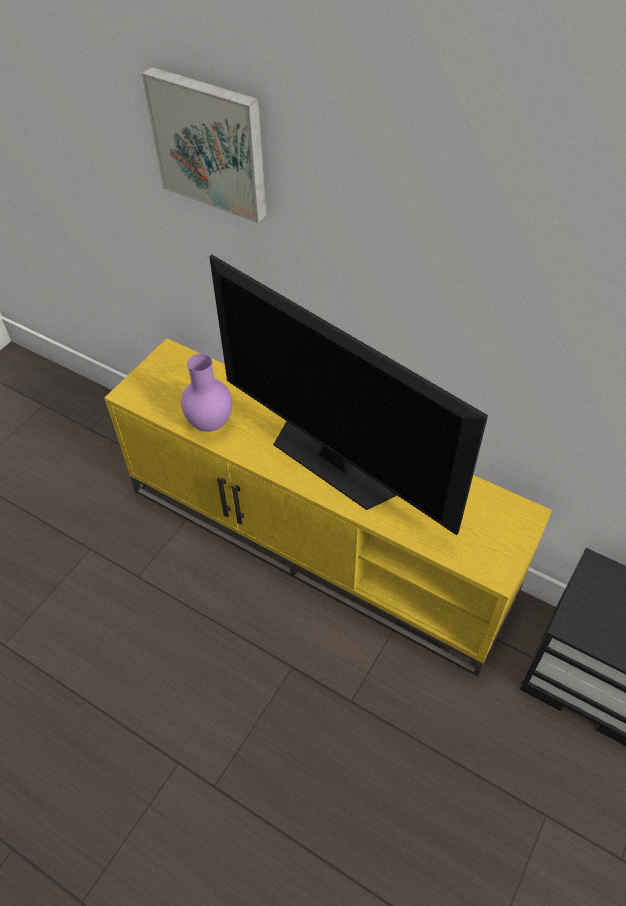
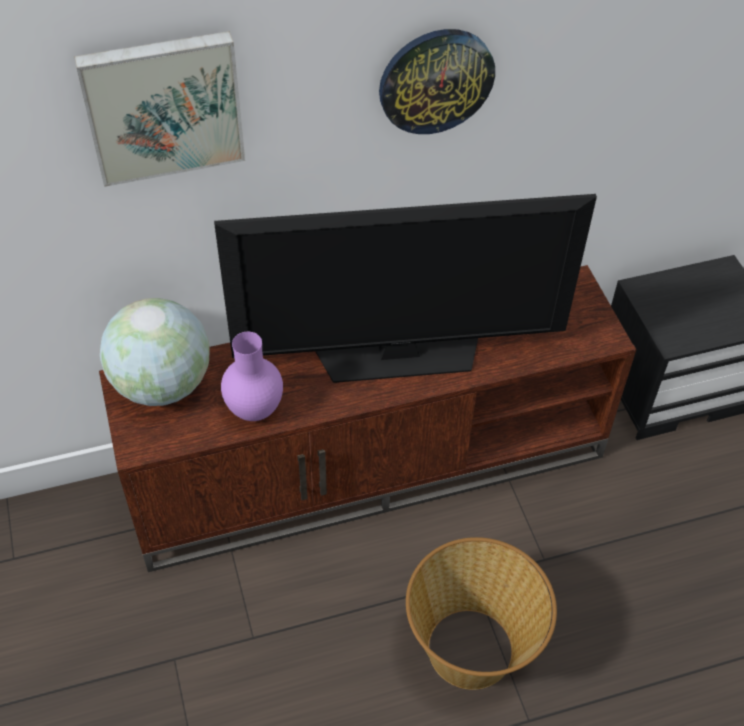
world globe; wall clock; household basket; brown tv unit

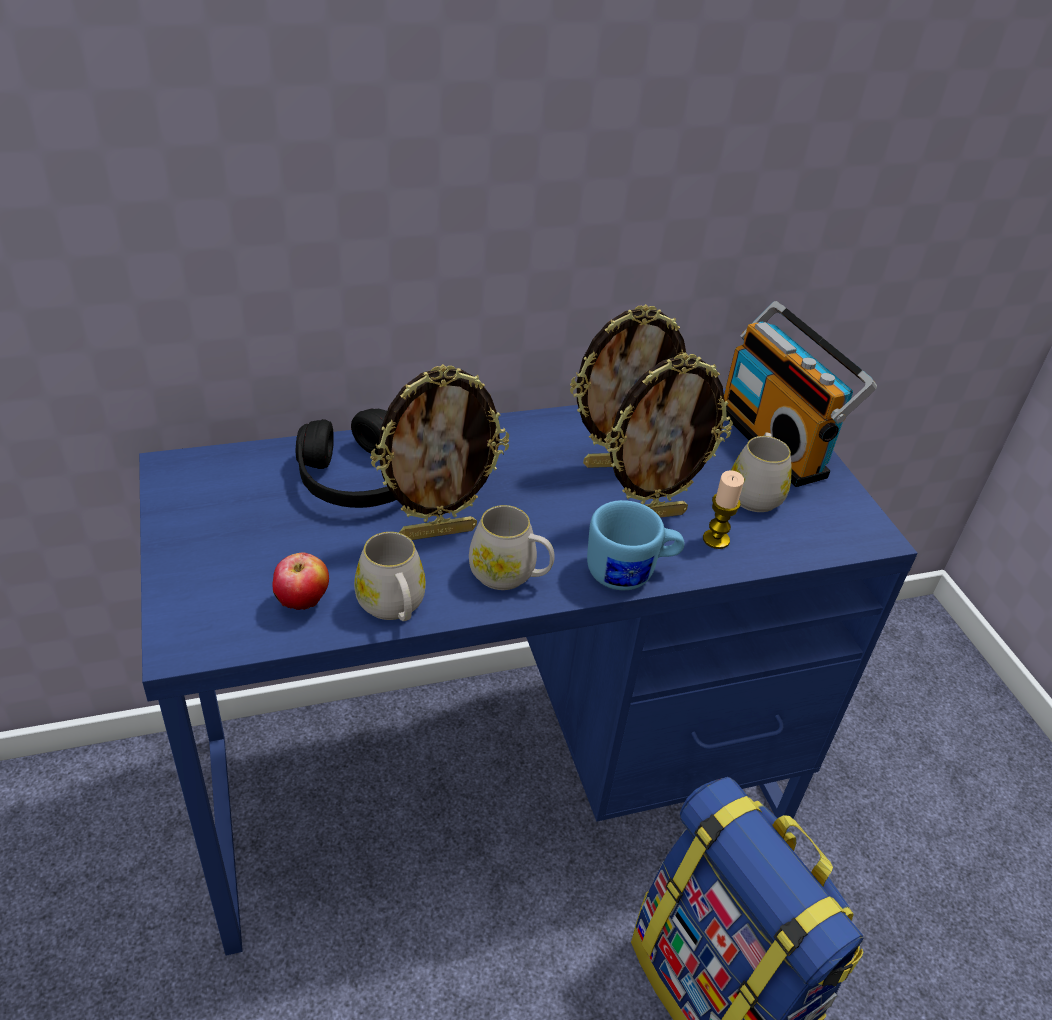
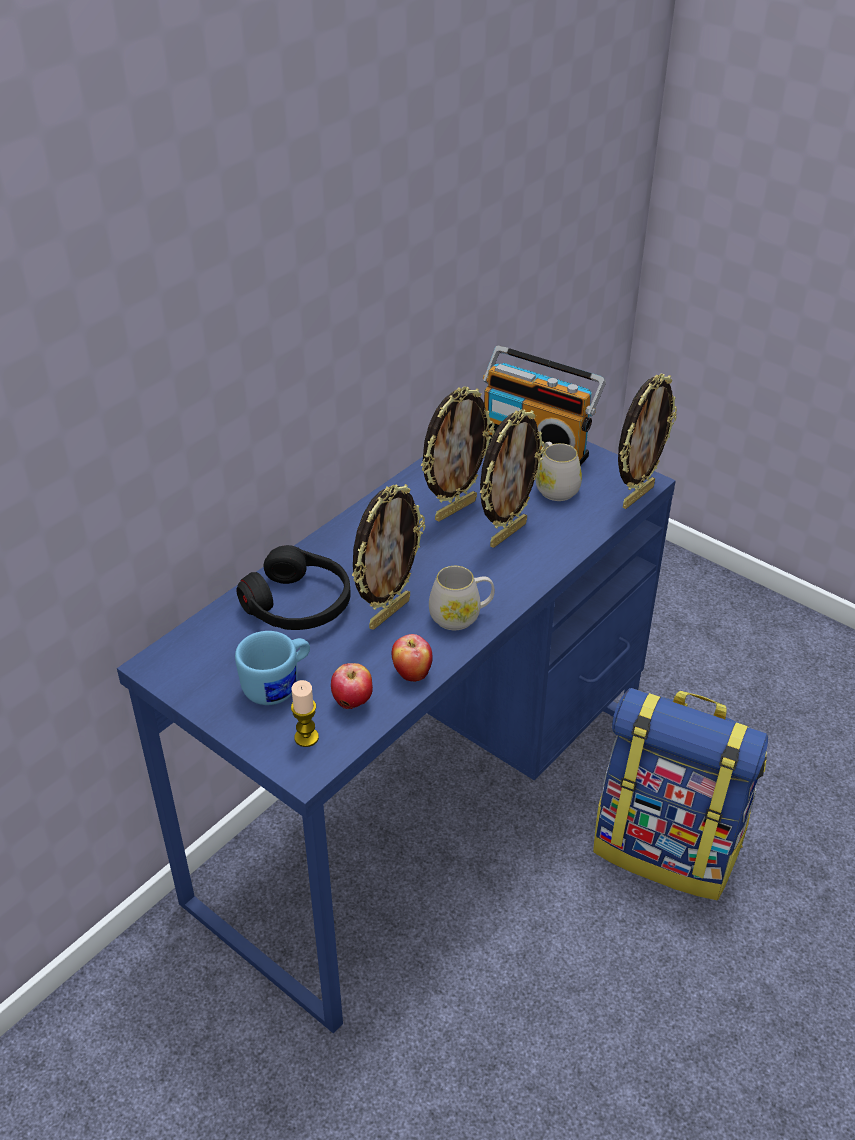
photo frame (no. 4 from left); blue-coloured mug; wax light; apple fruit (no. 2 from left)

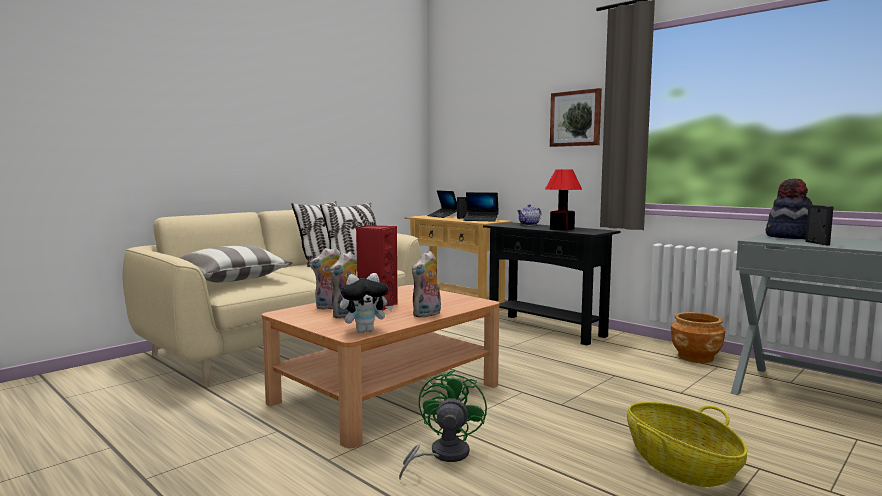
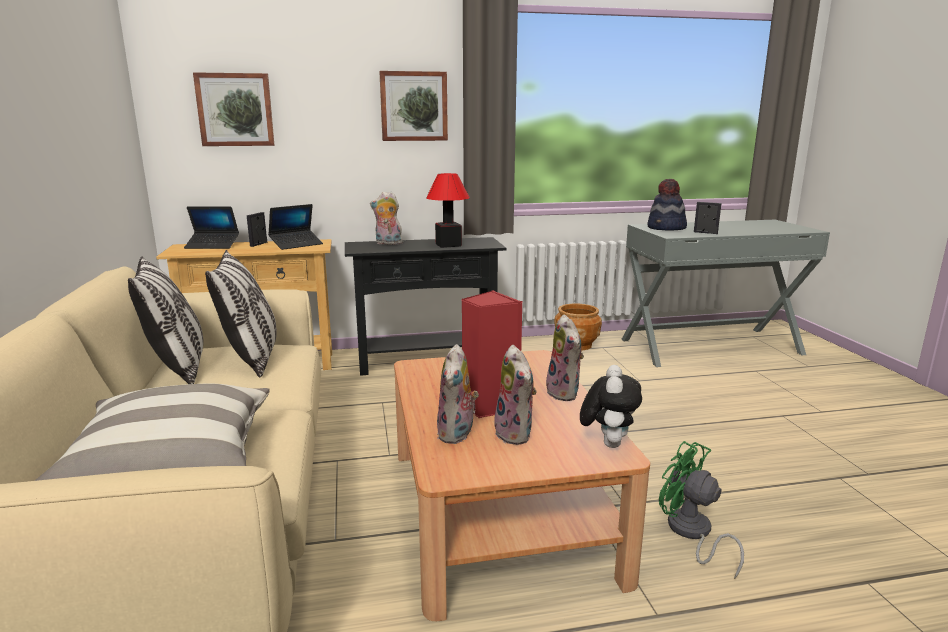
household basket; wall picture (no. 1 from left); cuddly toy (no. 1 from left)

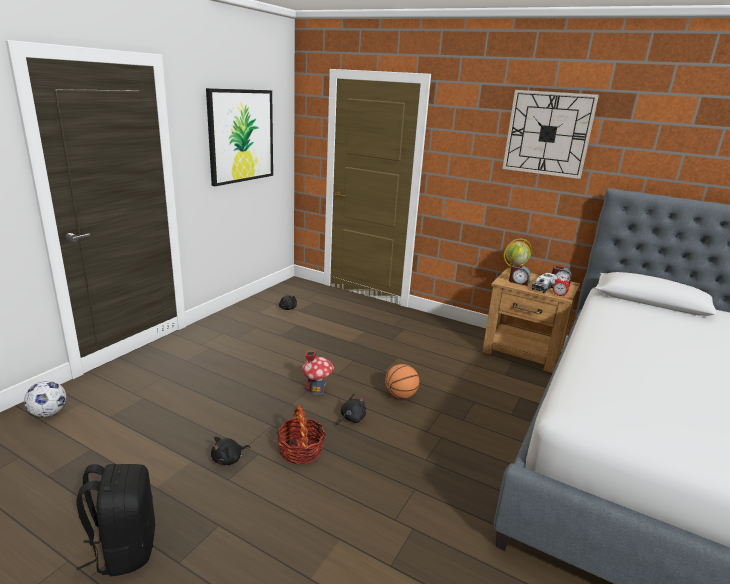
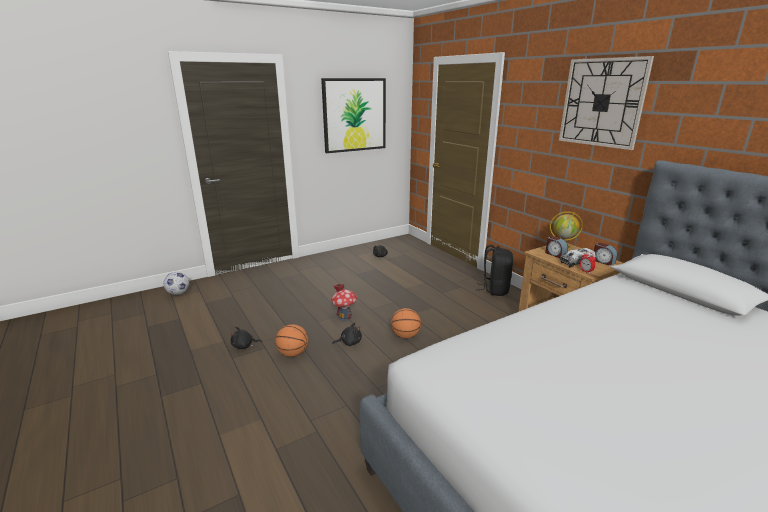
black-coloured backpack; basketball ball (no. 1 from left)

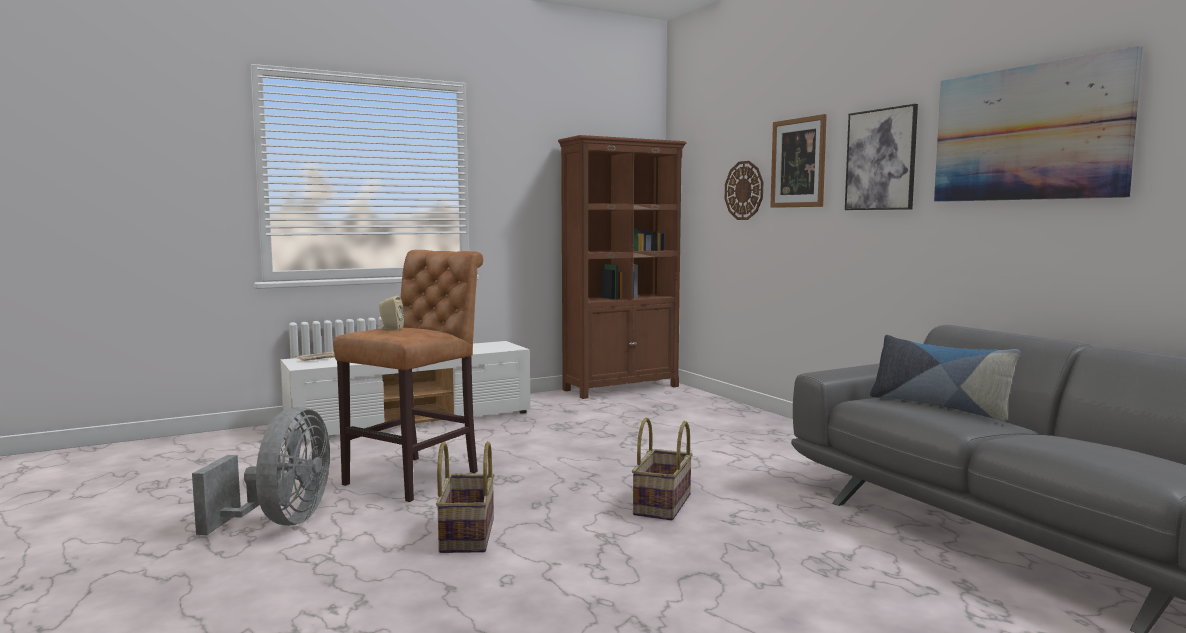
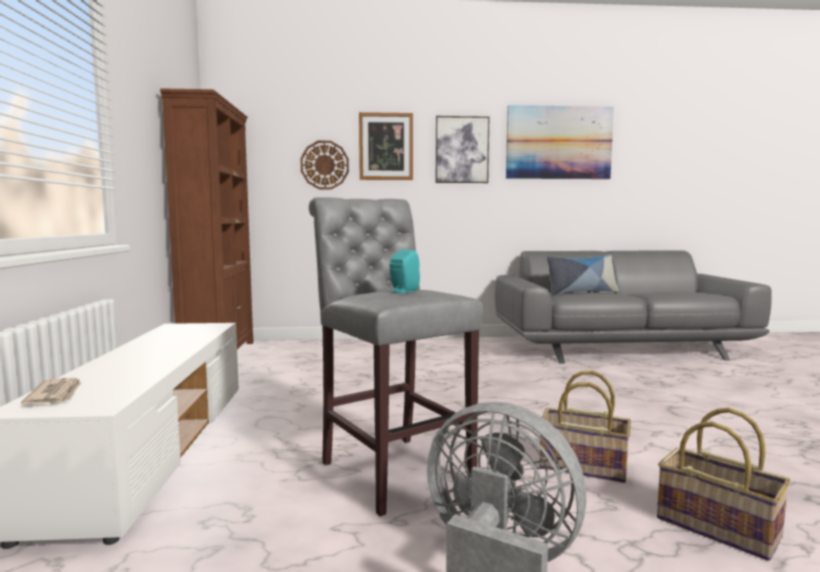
household basket (no. 2 from left); gray stool seat; turquoise-coloured speaker

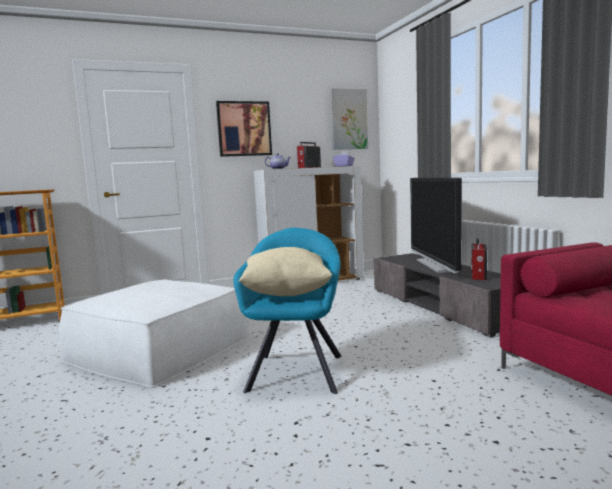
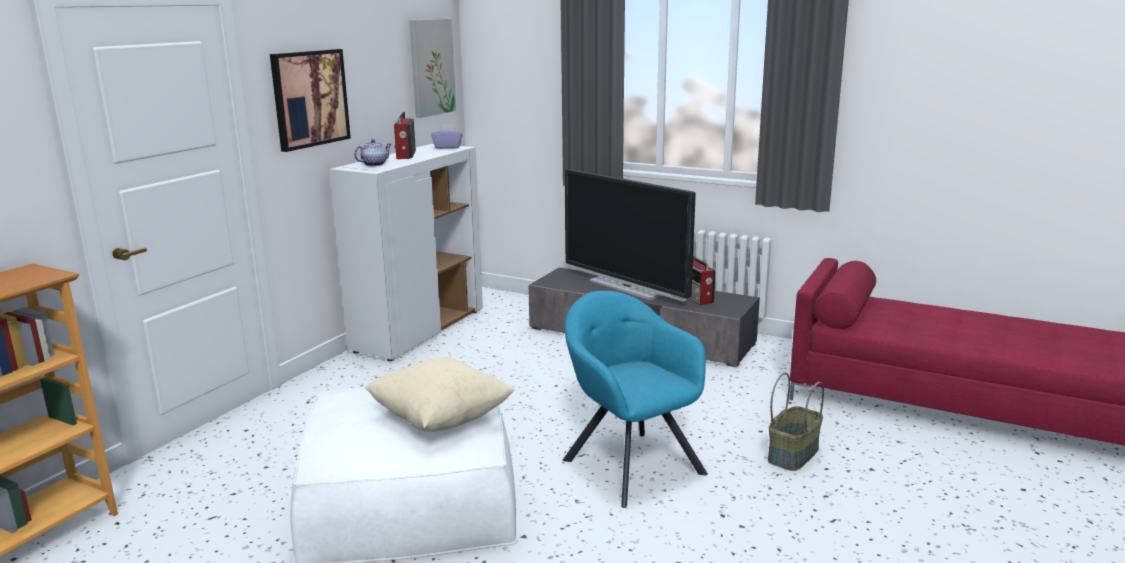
household basket; beige-coloured throw pillow

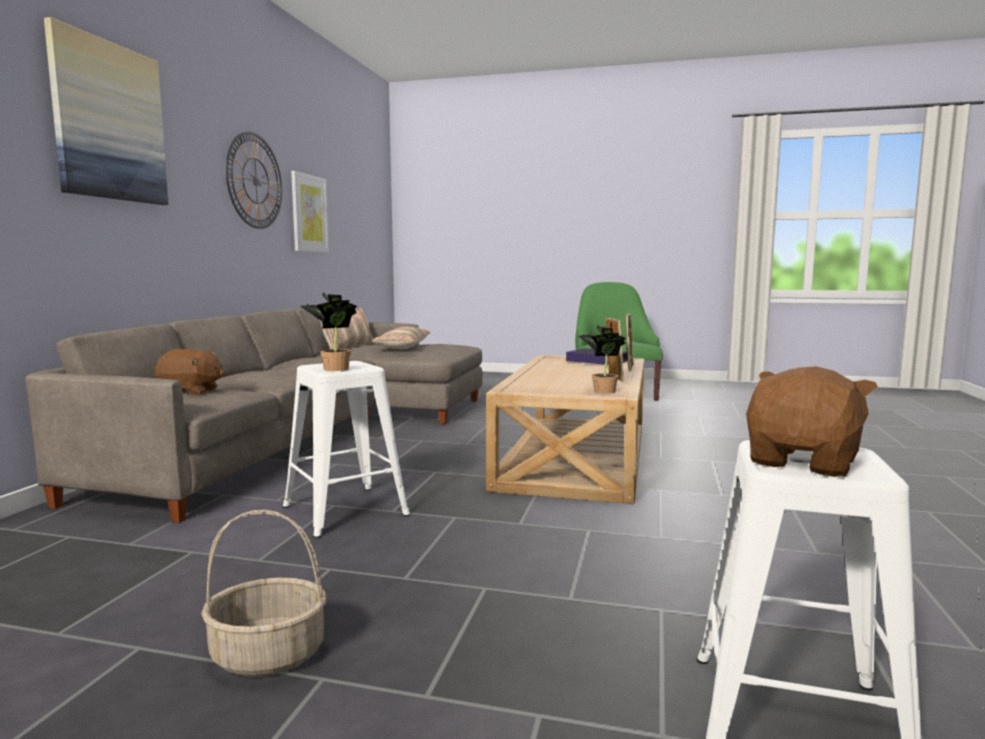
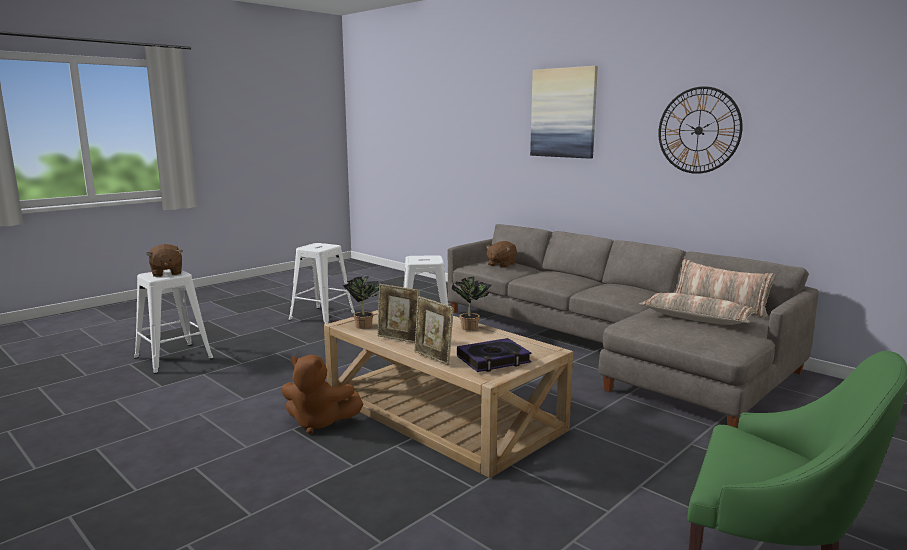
wall picture (no. 2 from left in the first image); brown cuddly toy (no. 2 from left); plant in a pot (no. 2 from left); whitish stool seat (no. 2 from left)

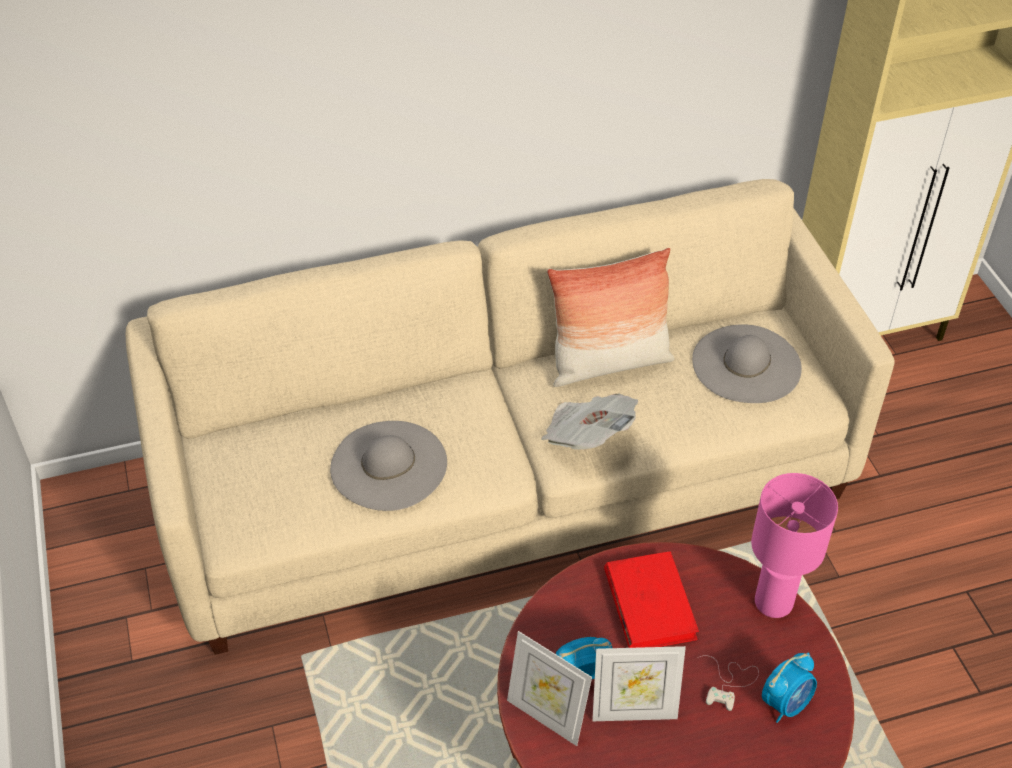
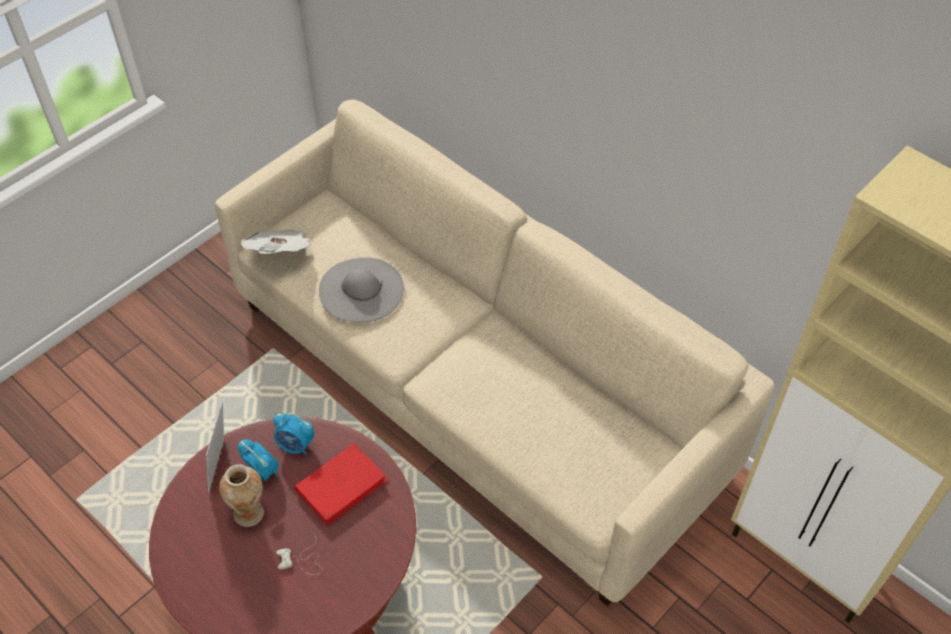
throw pillow; gray clothing hat (no. 2 from left in the first image); pinkish table lamp; daily paper; table clock (no. 2 from left); decorative vase

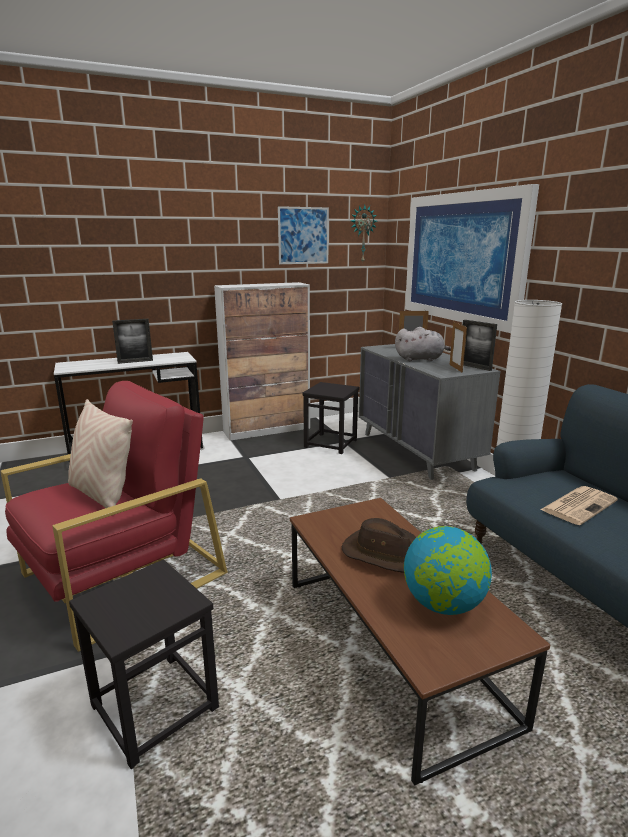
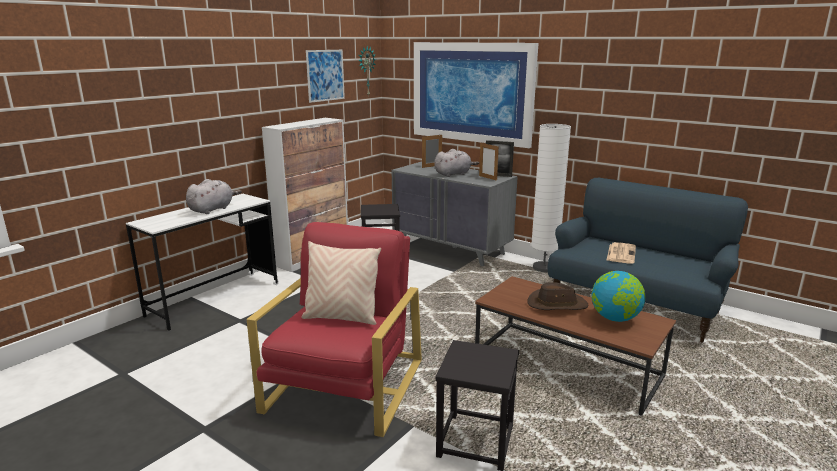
gray cuddly toy (no. 1 from left)

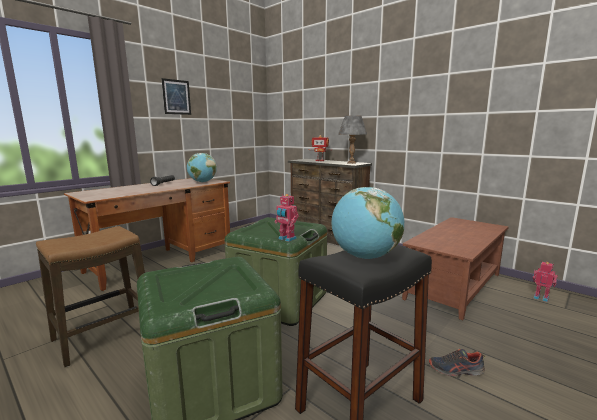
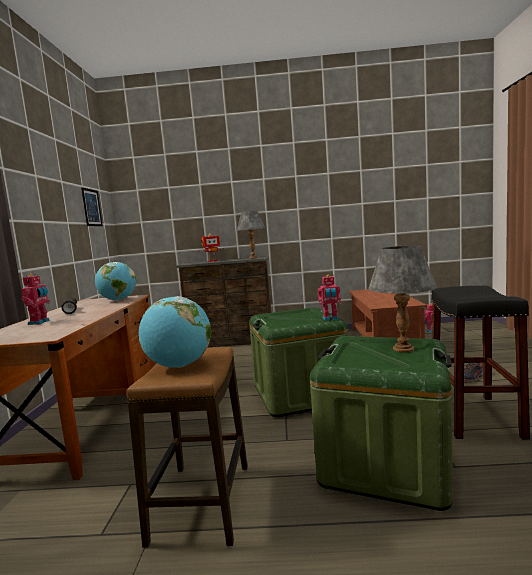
model robot (no. 1 from left); gray table lamp (no. 2 from left); wall picture; world globe (no. 2 from left)

